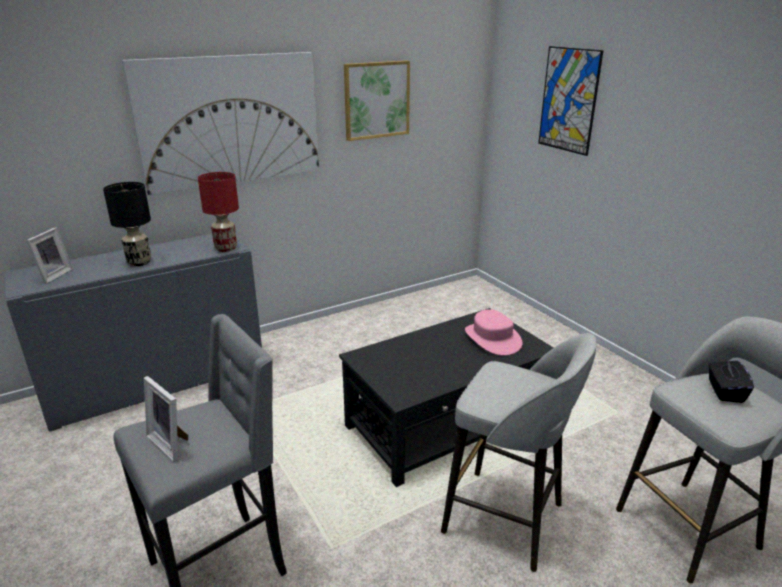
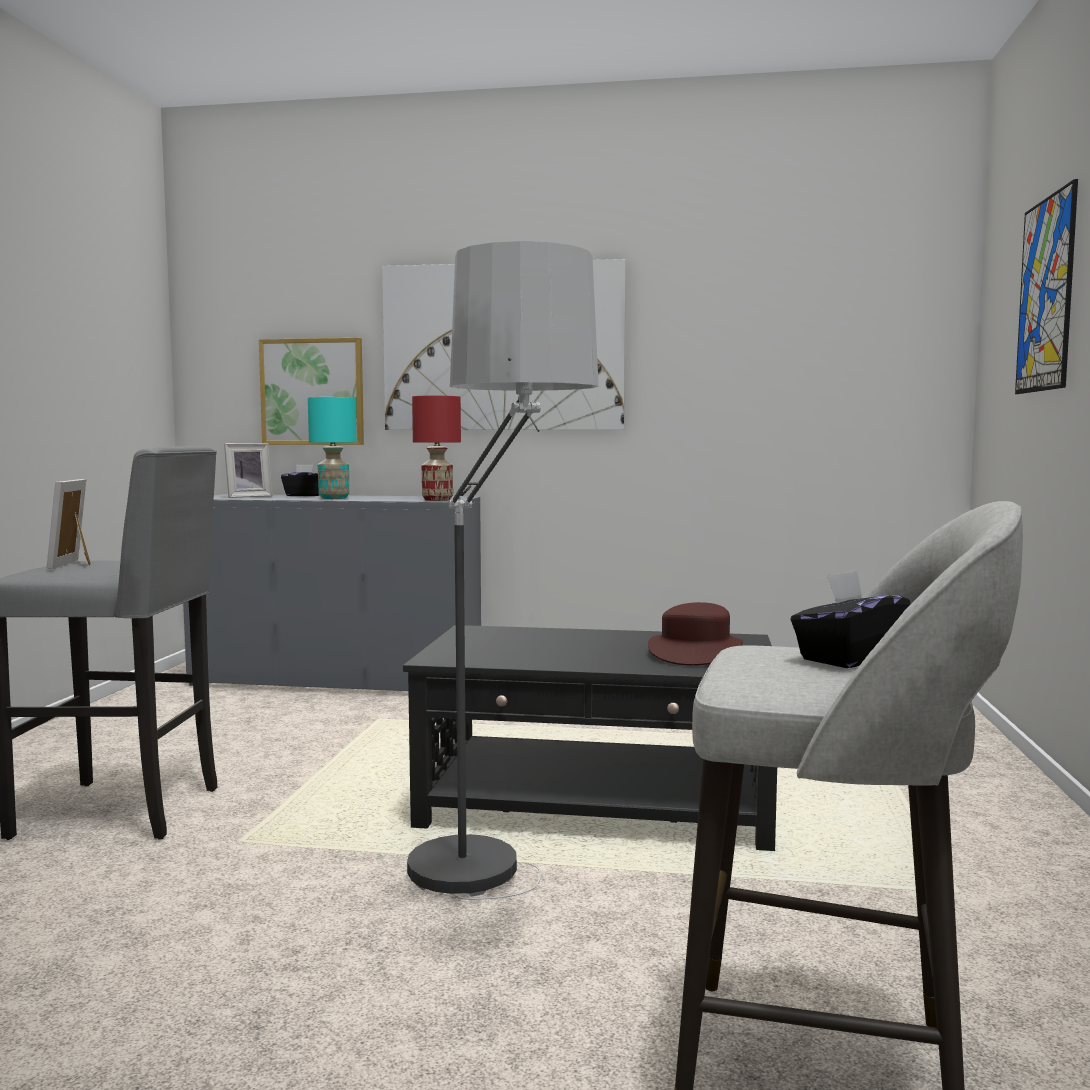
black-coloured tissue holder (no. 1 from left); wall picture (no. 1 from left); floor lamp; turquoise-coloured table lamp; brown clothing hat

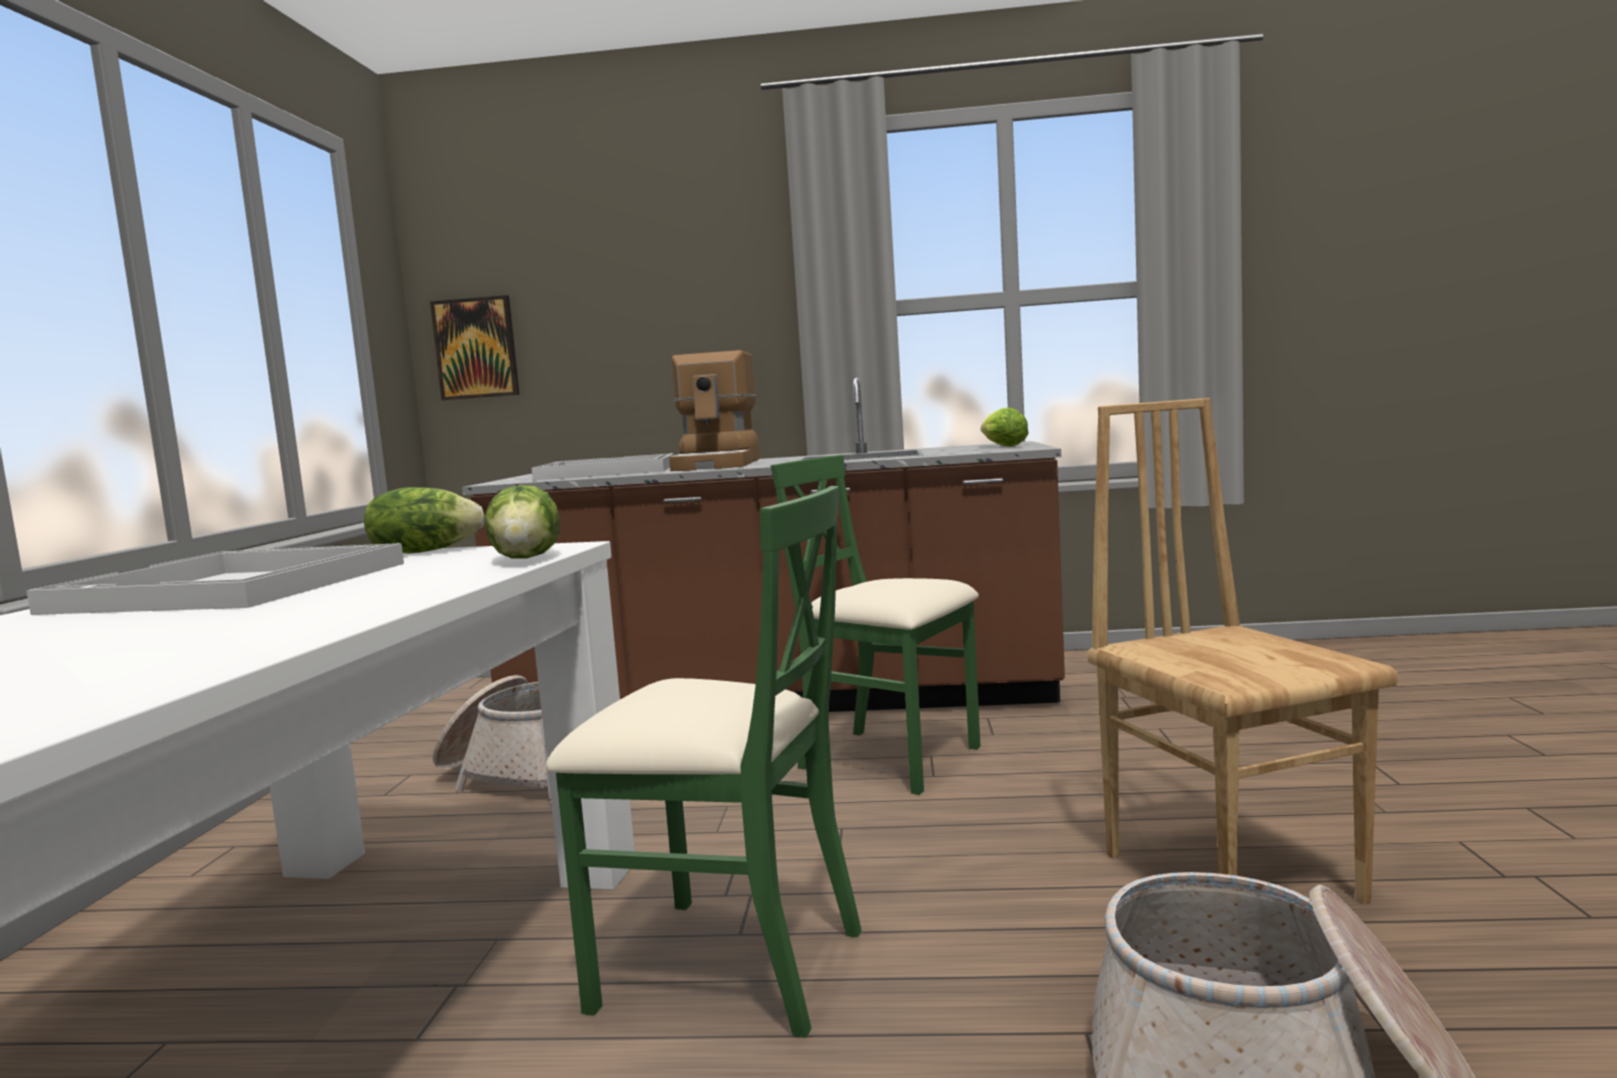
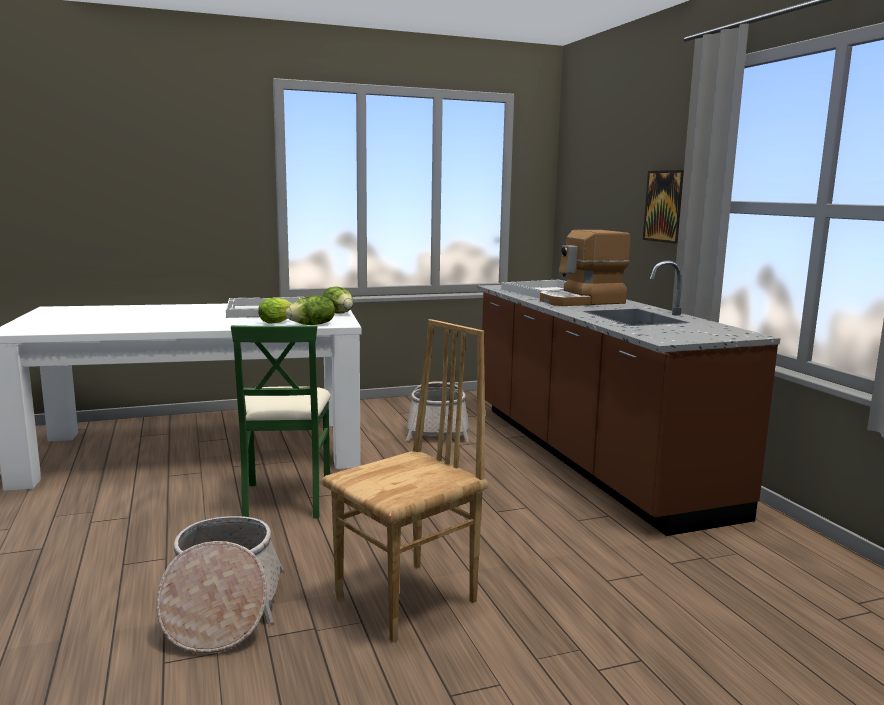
greenish chair (no. 2 from left in the first image); wall picture; lettuce (no. 1 from left)

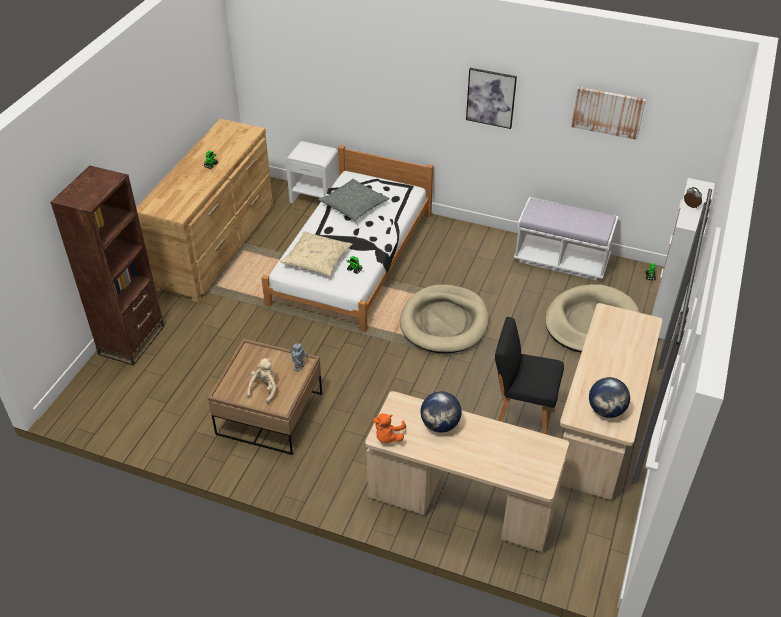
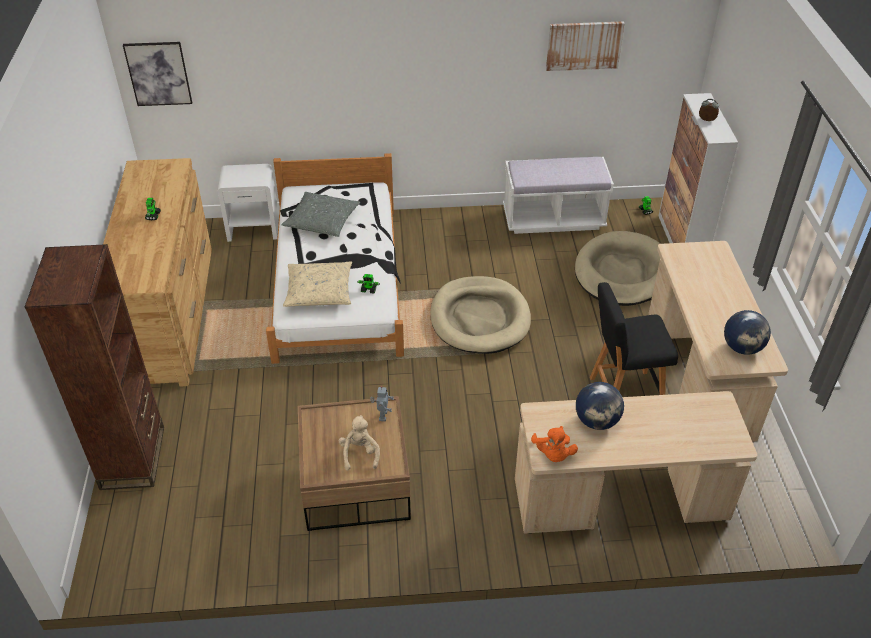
wall picture (no. 1 from left)

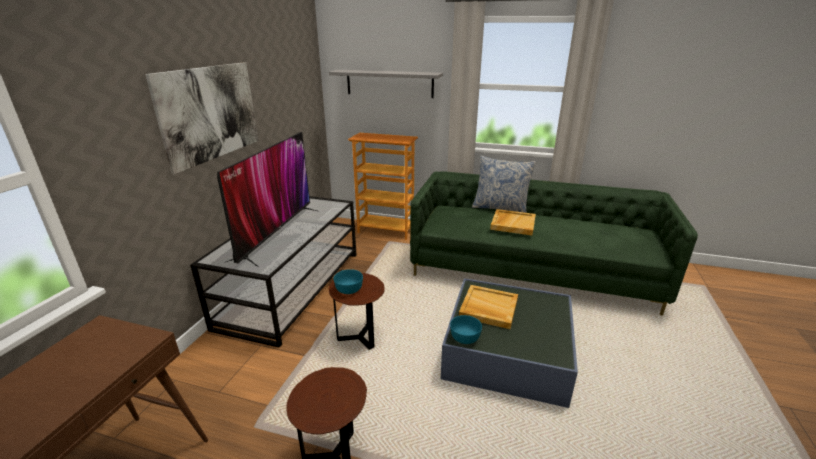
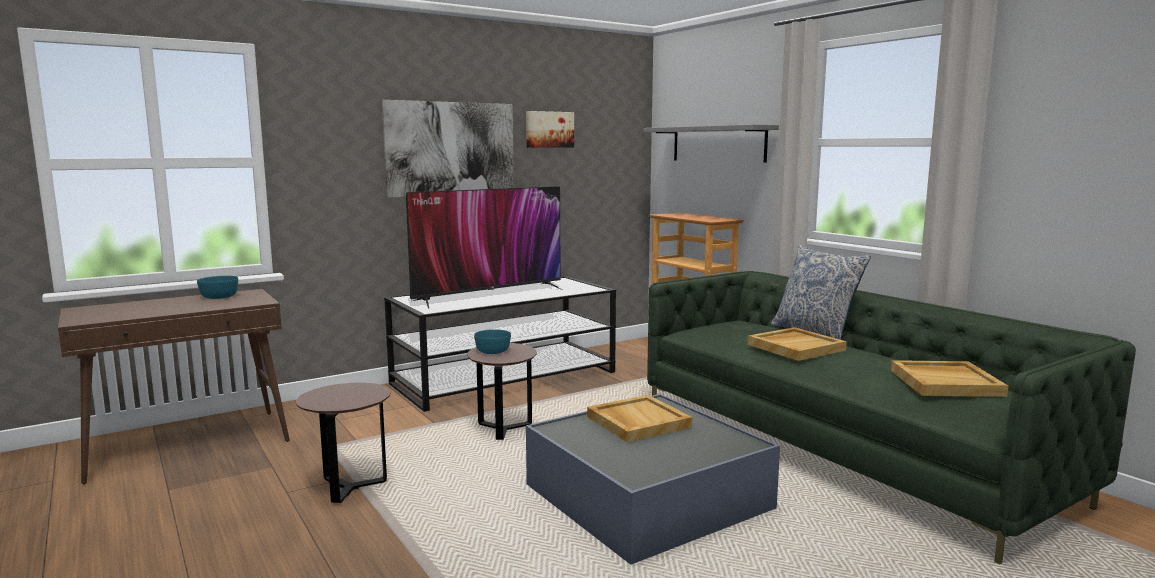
wall picture (no. 2 from left); beige-coloured carrying tray (no. 3 from left); turquoise-coloured deep dish (no. 1 from left)

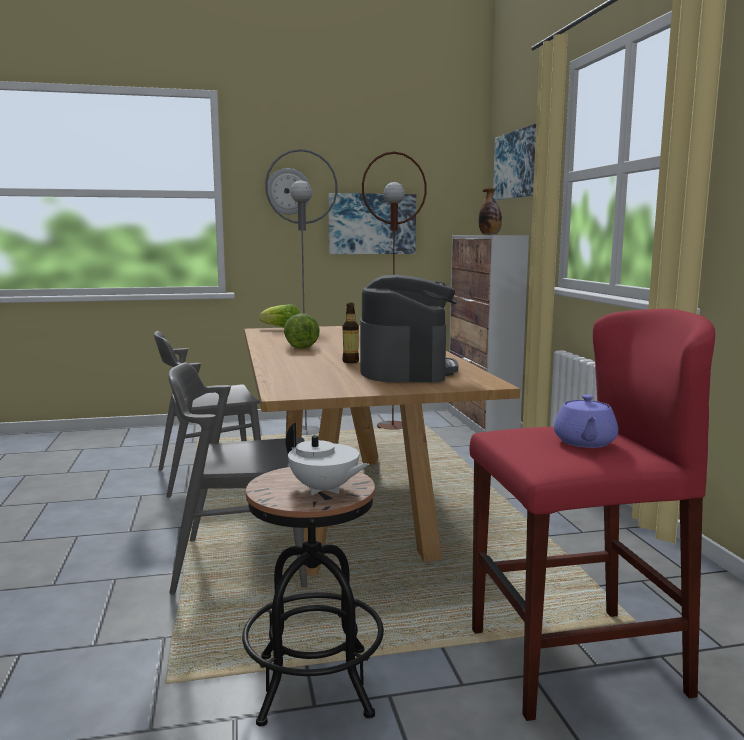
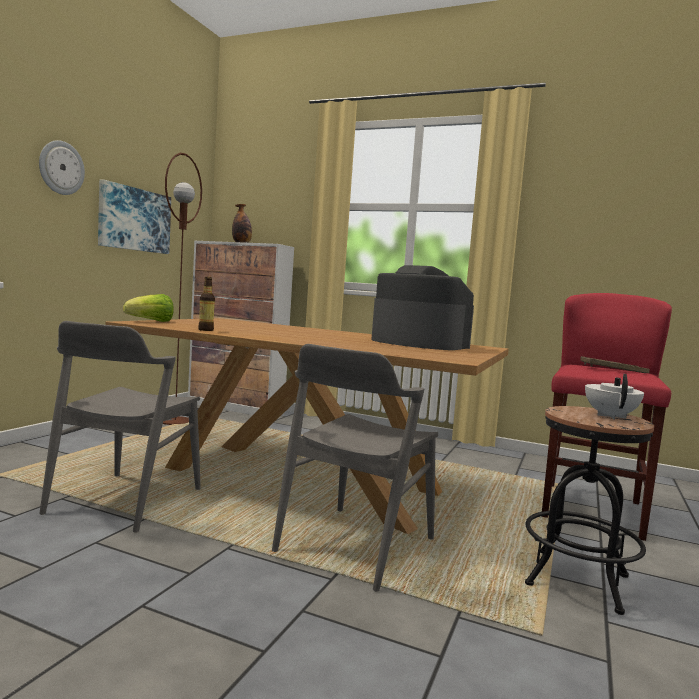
gray floor lamp; lettuce (no. 2 from left in the first image); wall picture (no. 2 from left in the first image); drink bottle (no. 1 from left); brown carrying tray; whitish tea pot

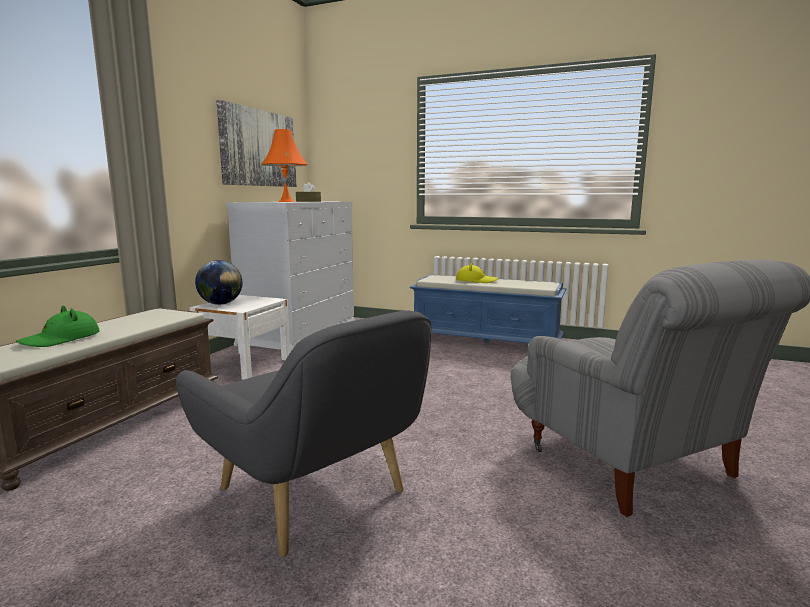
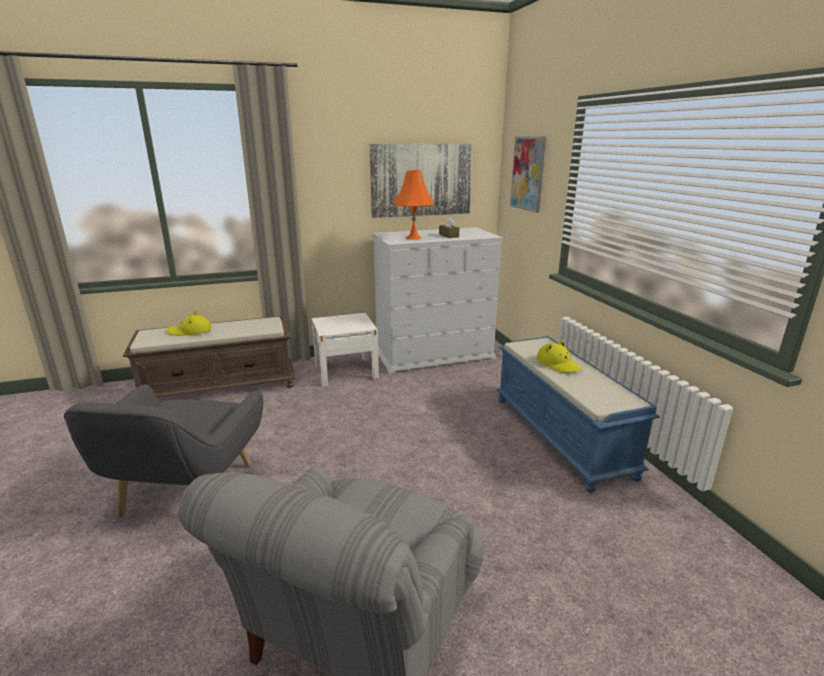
world globe; wall picture (no. 2 from left); yellowish clothing hat (no. 1 from left)

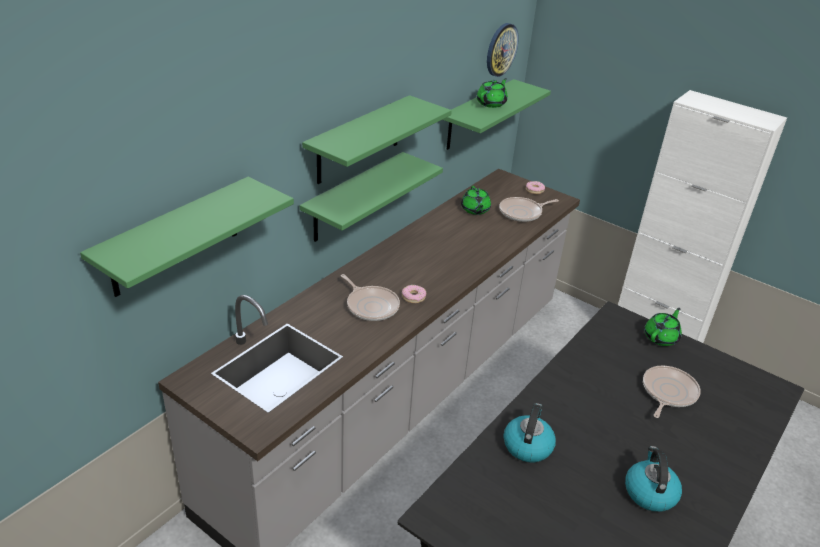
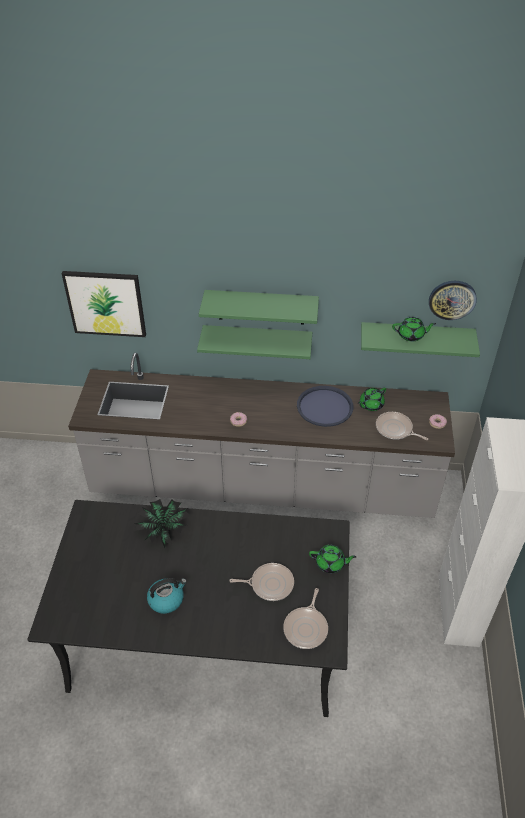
blue-coloured carrying tray; pan (no. 2 from left); wall picture; plant in a pot

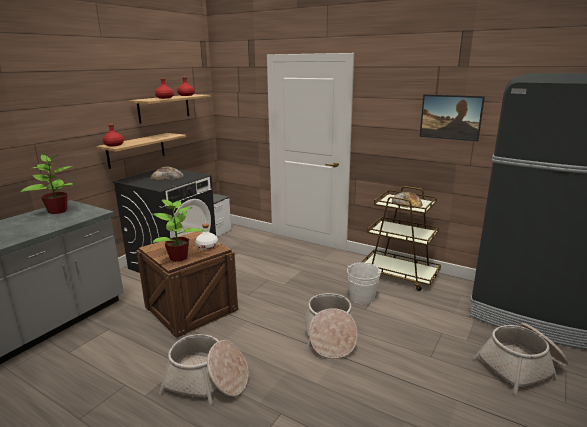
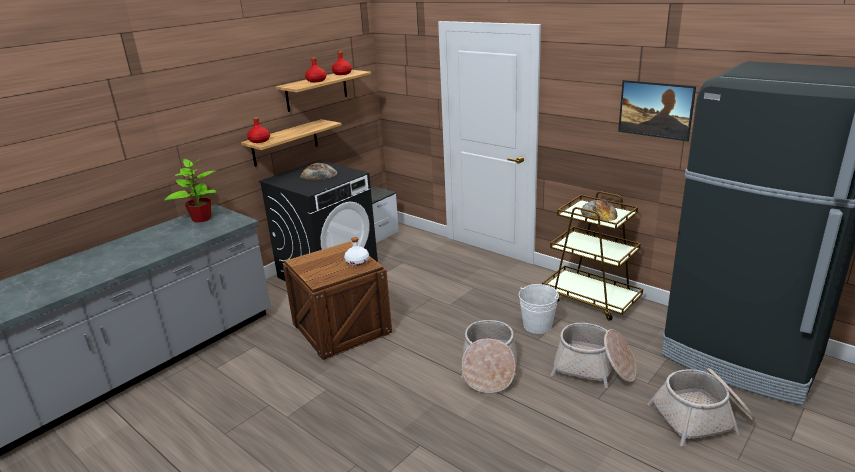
plant in a pot (no. 2 from left in the first image); household basket (no. 2 from left)

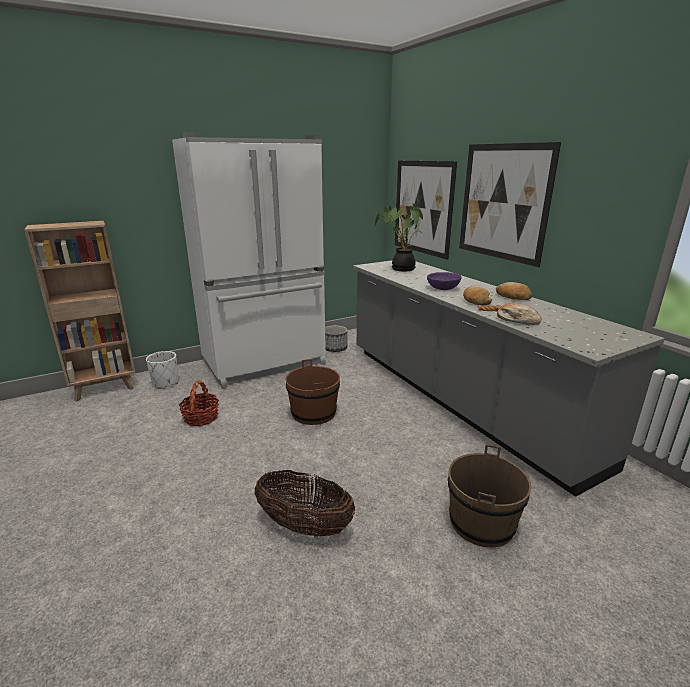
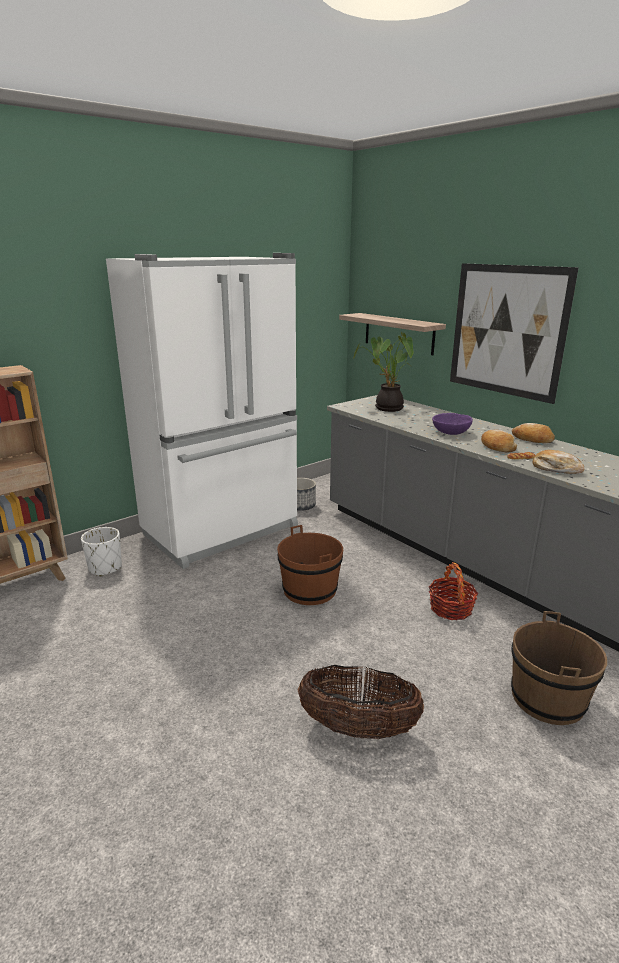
household basket (no. 2 from left); wall shelf

